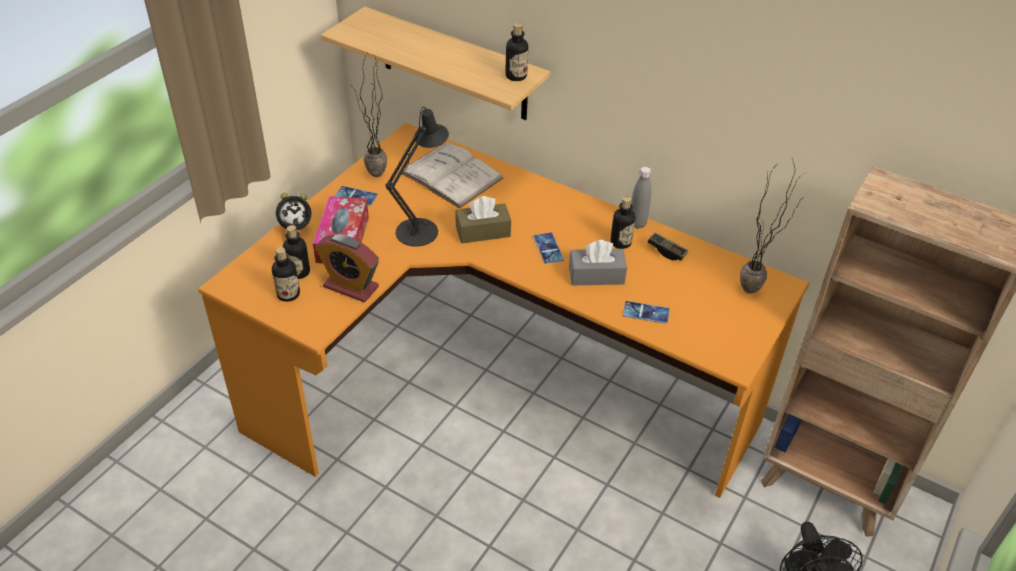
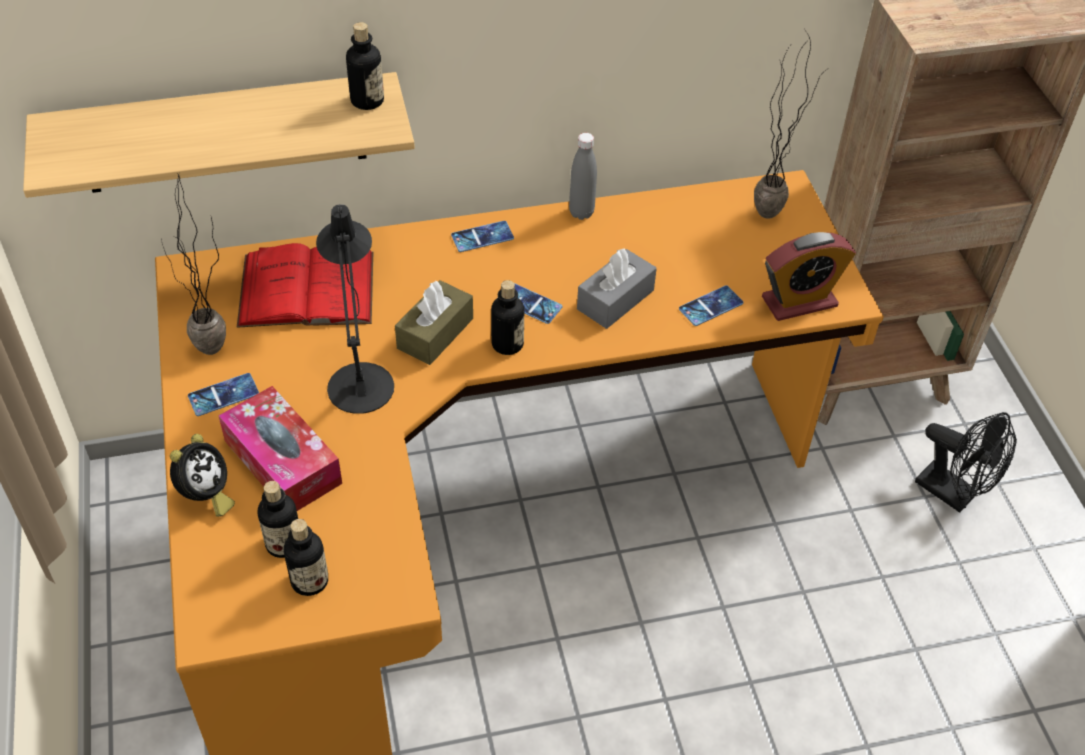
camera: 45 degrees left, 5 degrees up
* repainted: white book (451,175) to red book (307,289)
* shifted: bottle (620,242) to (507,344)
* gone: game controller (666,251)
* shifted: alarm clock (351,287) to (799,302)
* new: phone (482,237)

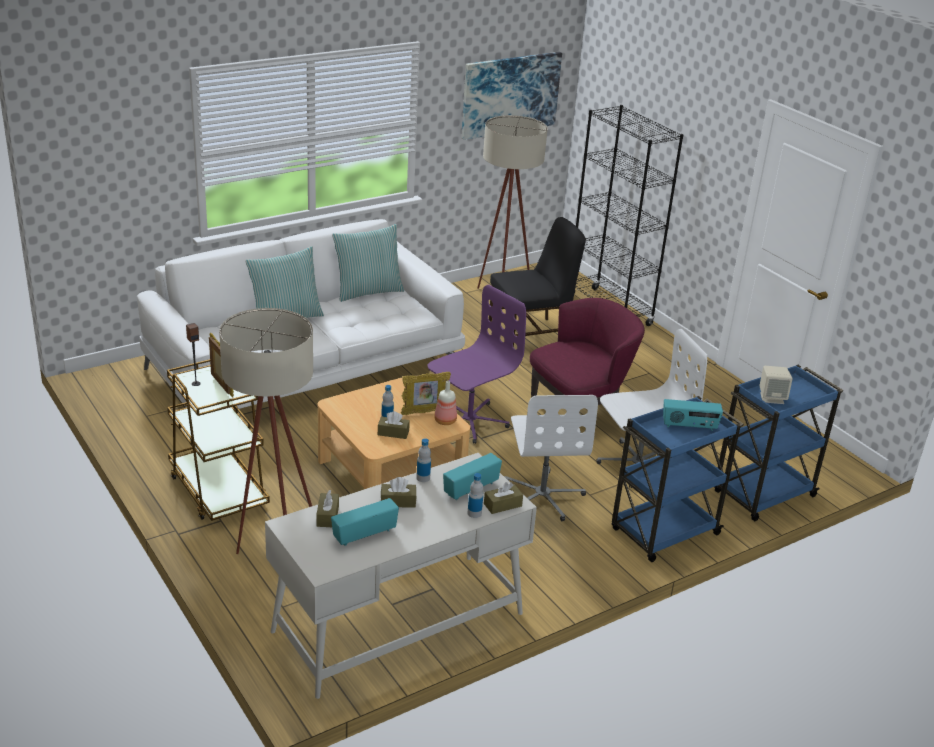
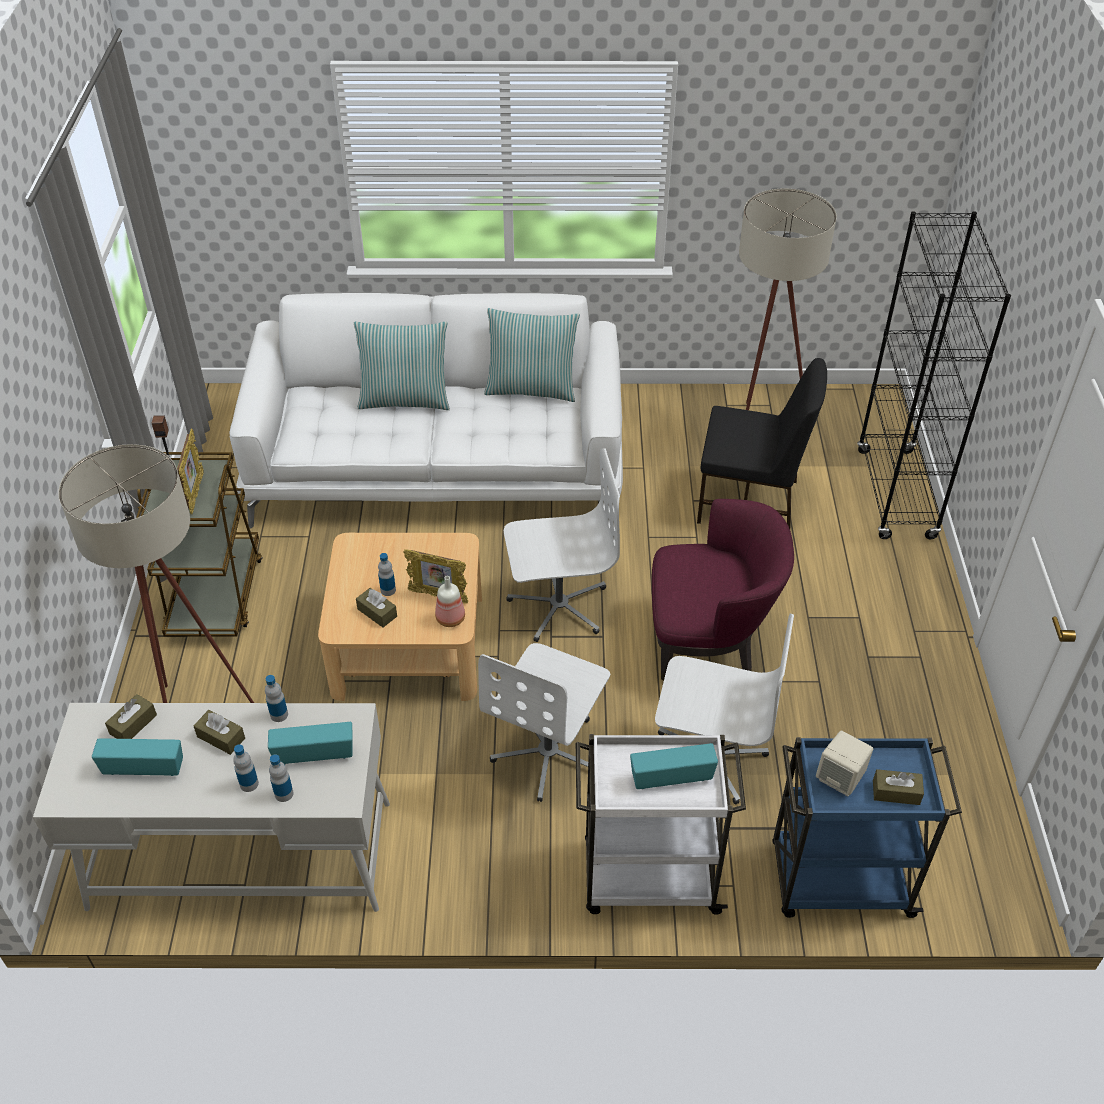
camera: 35 degrees right, 15 degrees up
* gone: picture (510,94)
* repainted: purple office chair (469,421) to white office chair (558,605)
* repainted: blue cart (663,533) to white cart (648,877)
* rotated: radio (689,426) = (671,778) 135 degrees clockwise
* shifted: brown tissue box (502,505) to (896,792)
* new: bottle (249,784)

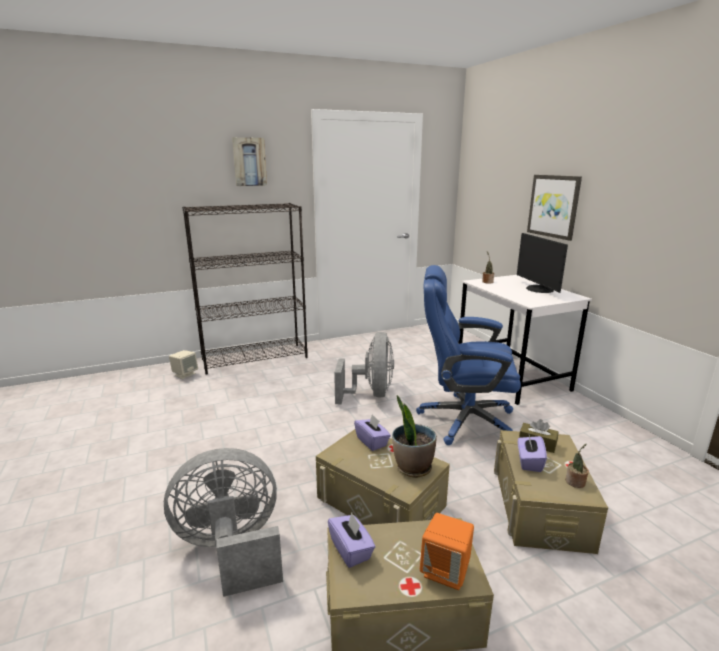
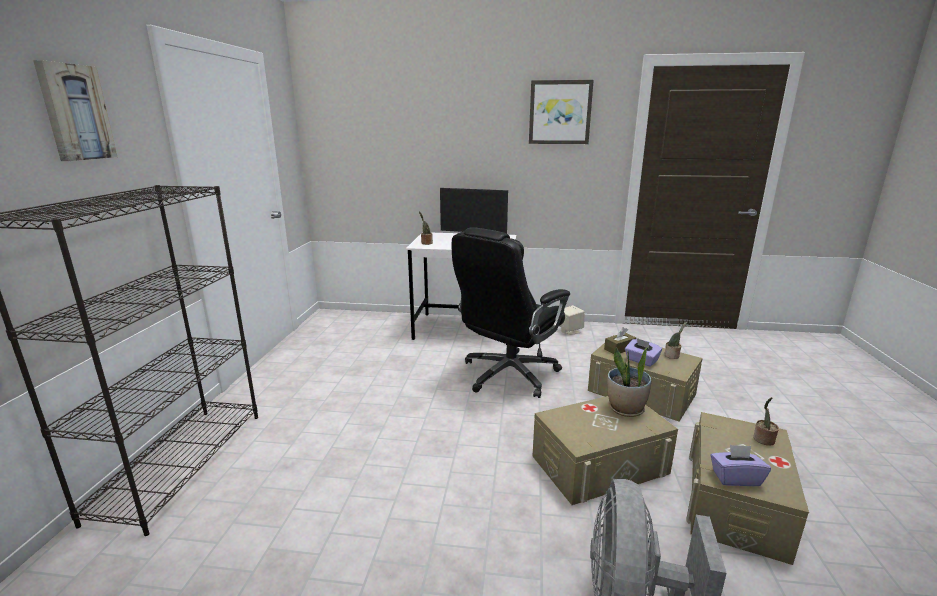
camera: 60 degrees left, 0 degrees up
* shifted: picture (553,206) to (560,112)
* repainted: blue office chair (464,420) to black office chair (508,375)
* gone: grey fan (371,394)
* shifted: beige speaker (185,374) to (569,331)
* gone: purple tissue box (372,442)
* swapped: orange speaker (446,571) to potted plant (763,440)

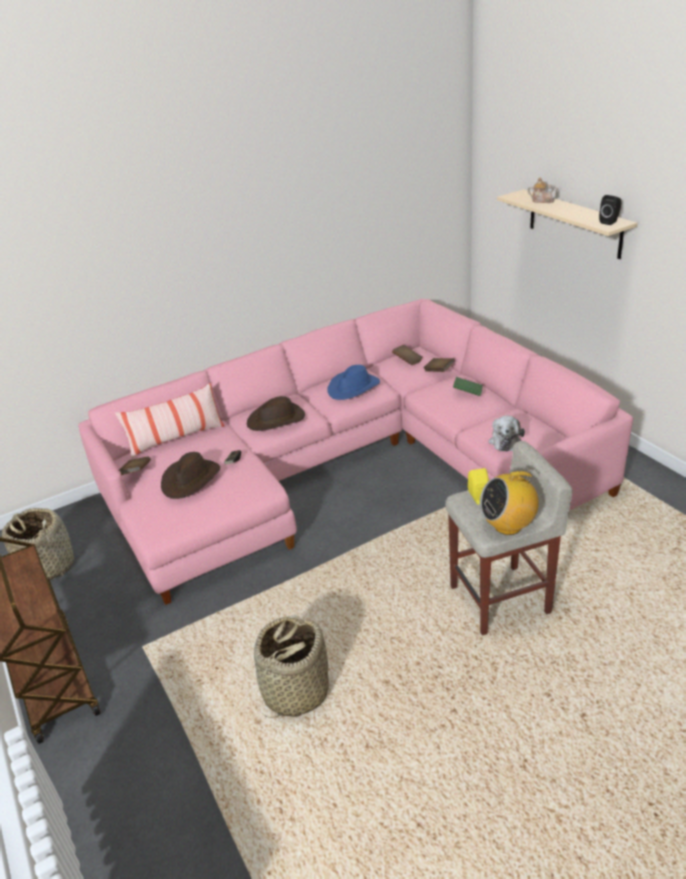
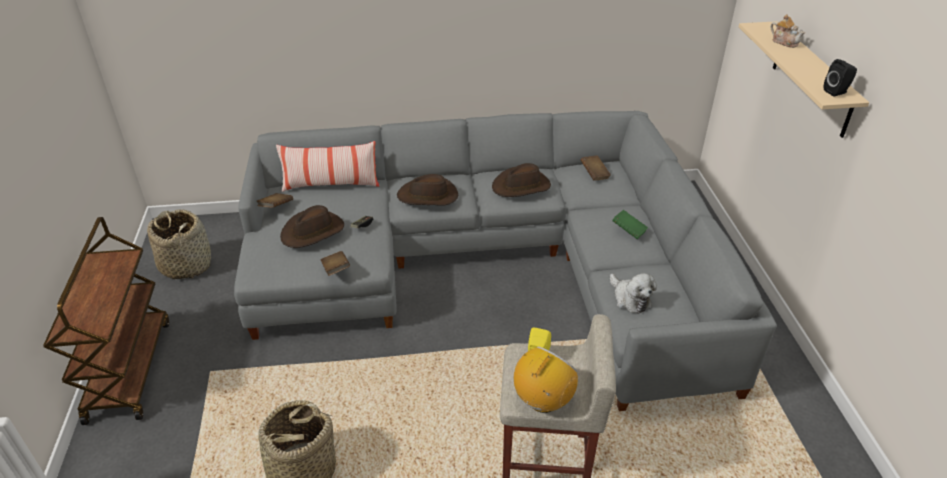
camera: 20 degrees right, 5 degrees up
* repainted: pink sofa (348,468) to grey sofa (492,264)
* shifted: brown book (439,371) to (336,270)
* repainted: blue hat (353,388) to brown hat (521,186)
* rotated: plush toy (505,440) = (630,299) 60 degrees counterclockwise
* rotated: radio (508,526) = (543,401) 120 degrees clockwise

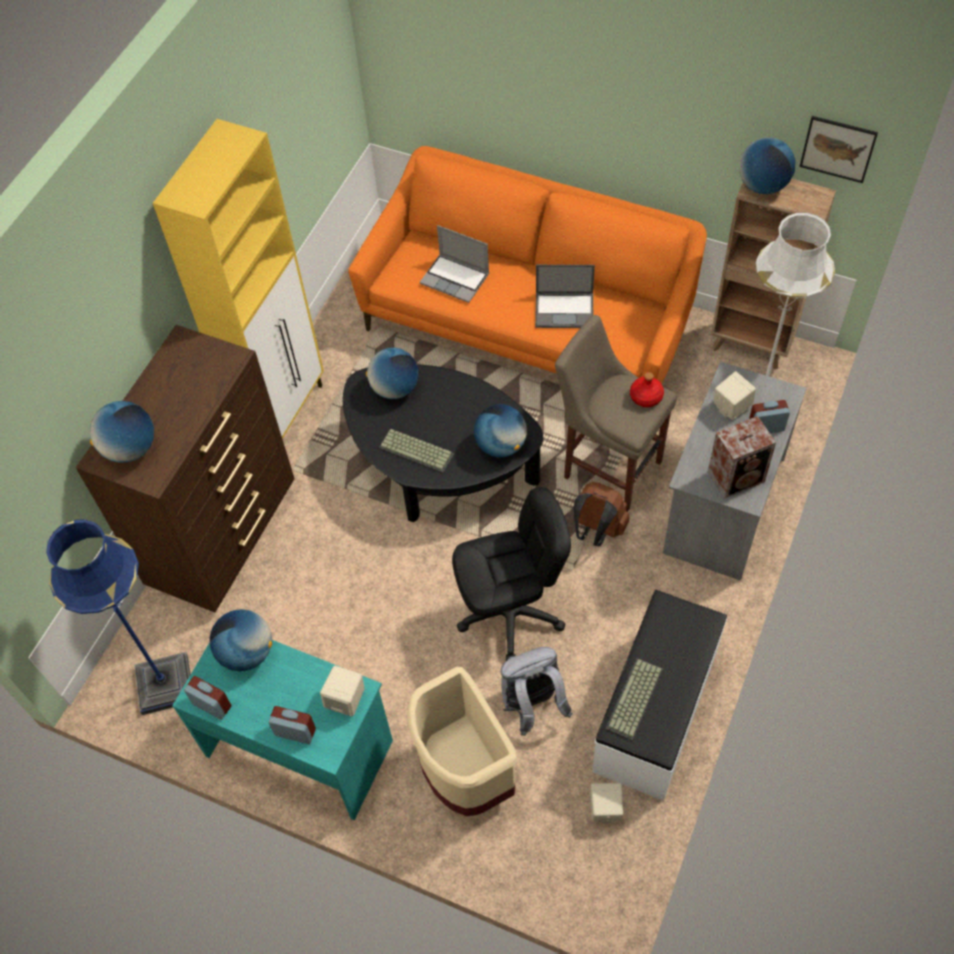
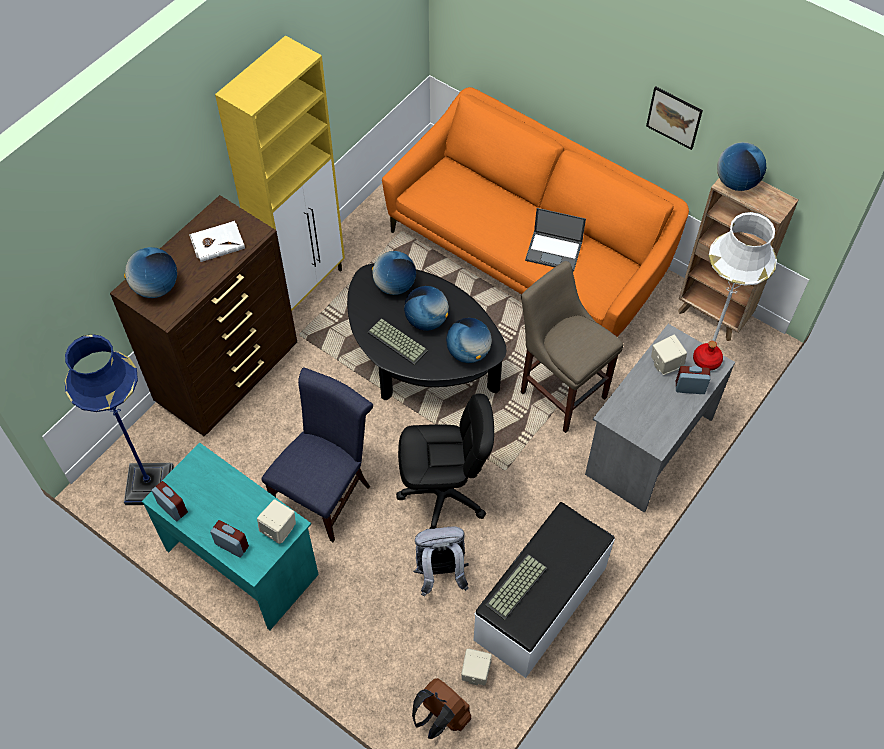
camera: 10 degrees right, 0 degrees up
* shifted: picture (838,148) to (674,117)
* gone: laptop (456,279)
* shifted: red bottle (646,397) to (707,361)
* gone: speaker (737,477)
* shifted: brown backpack (597,531) to (441,717)
* shifted: globe (246,652) to (426,321)
* gone: beige trash can (465,773)
* new: white book (217,242)
* new: blue chair (325,492)

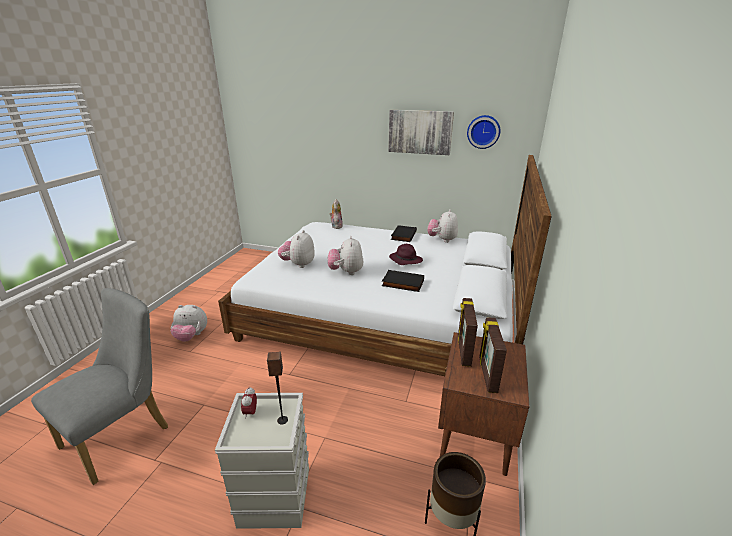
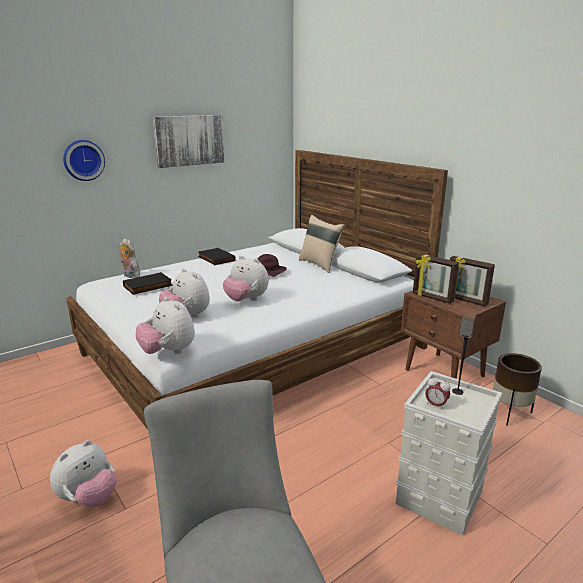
camera: 55 degrees left, 5 degrees down
* shifted: wall clock (483,131) to (83,160)
* shifted: plush toy (442,240) to (168,352)
* shifted: black book (402,283) to (148,286)
* new: beige pillow (320,264)

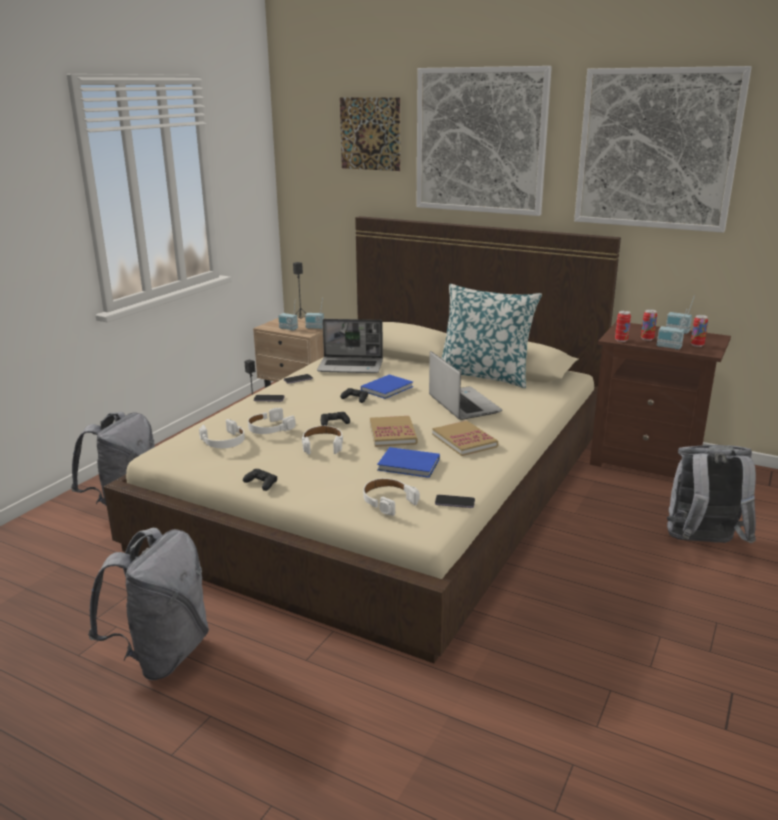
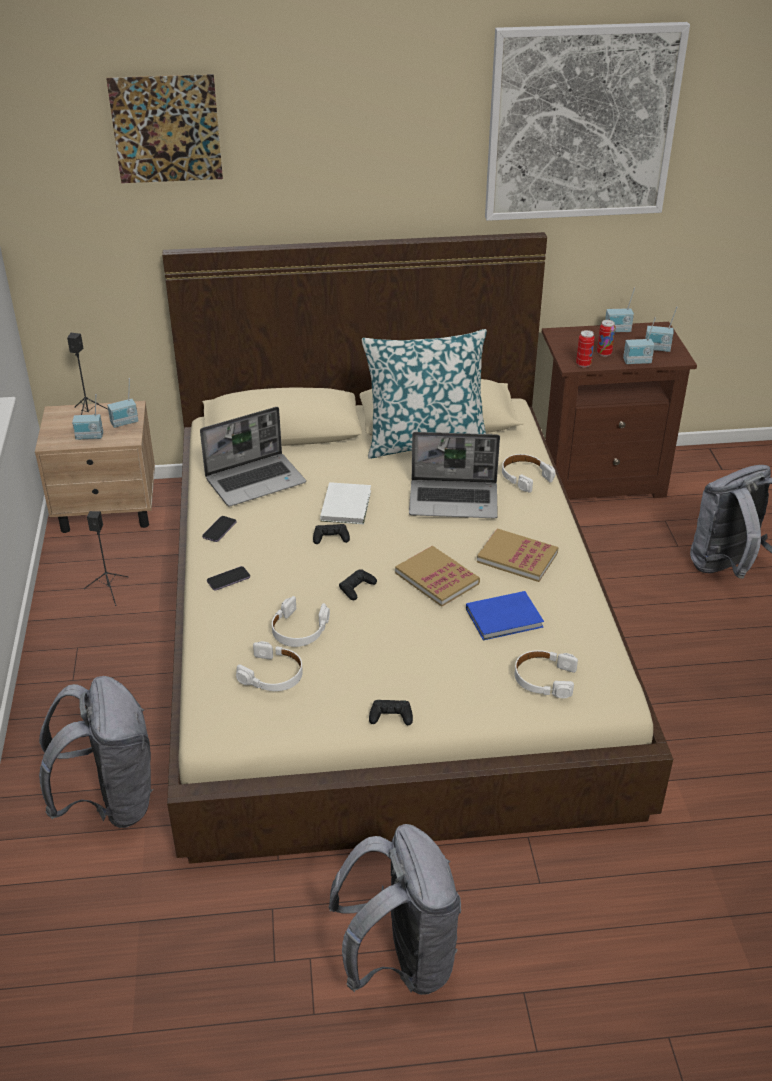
camera: 35 degrees left, 15 degrees up
* gone: picture (480,141)
* swapped: can (697,345) to radio (657,349)
* rotated: laptop (462,404) = (454,500) 150 degrees clockwise
* repainted: blue book (388,388) to white book (347,505)
* shifted: white headphones (322,445) to (525,477)
* gone: phone (454,502)

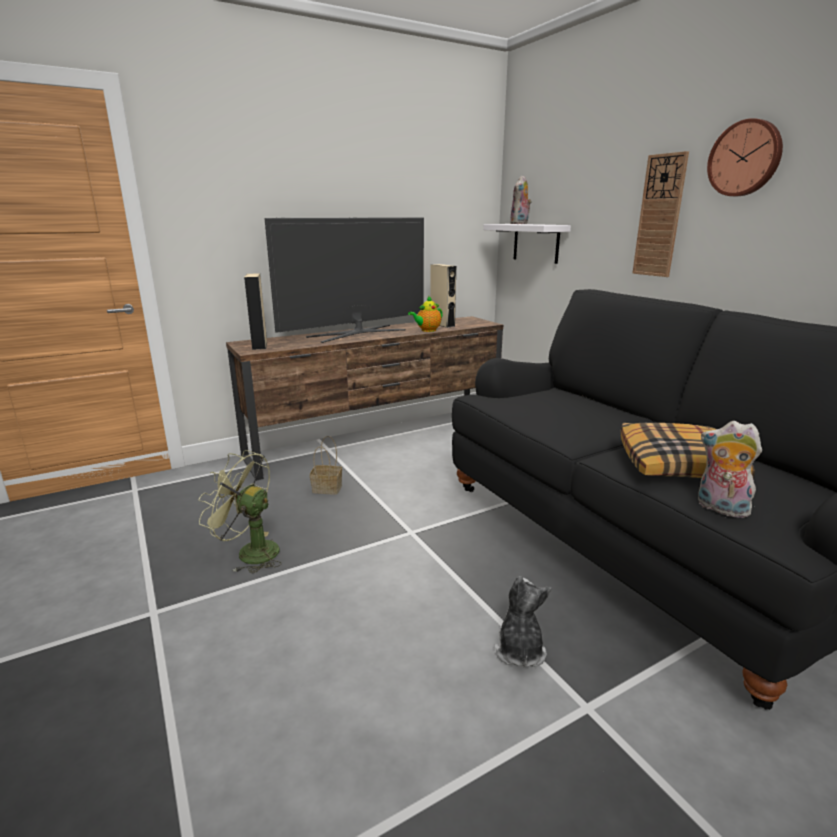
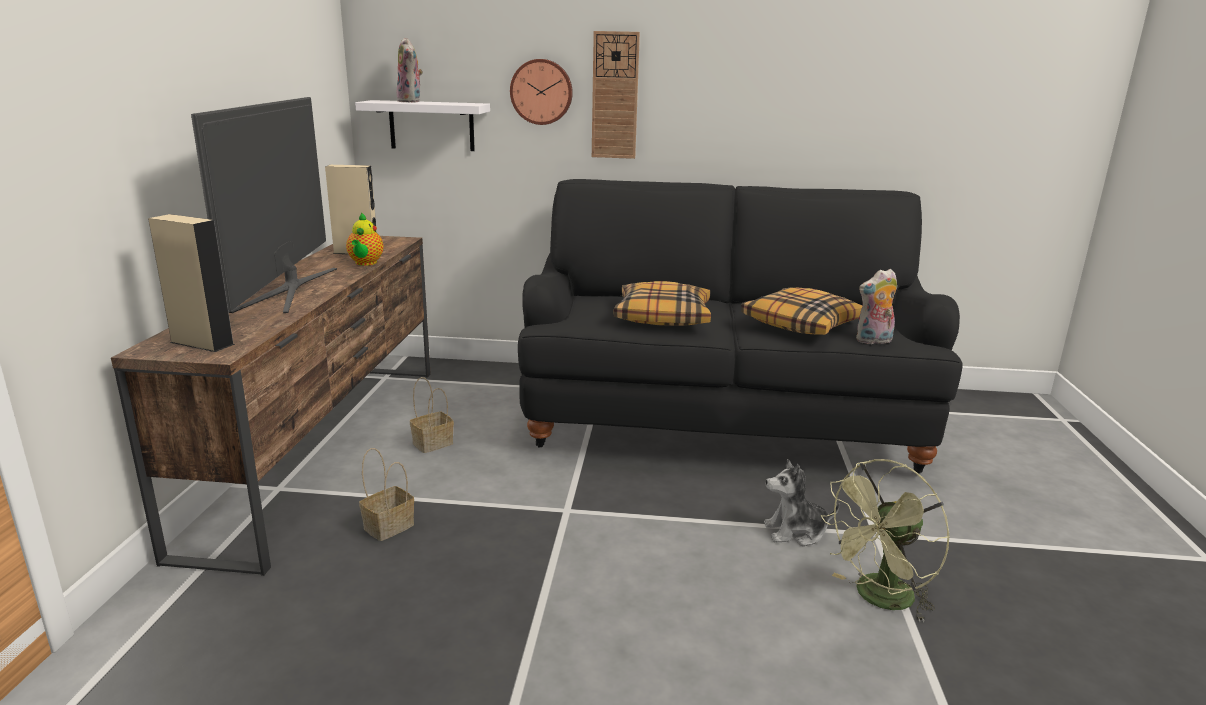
camera: 55 degrees left, 0 degrees up
* shifted: wall clock (745,158) to (541,92)
* shifted: green fan (250,552) to (878,599)
* rotated: plush toy (519,650) = (795,532) 45 degrees counterclockwise
* new: pillow (663,317)
* new: basket (433,443)

